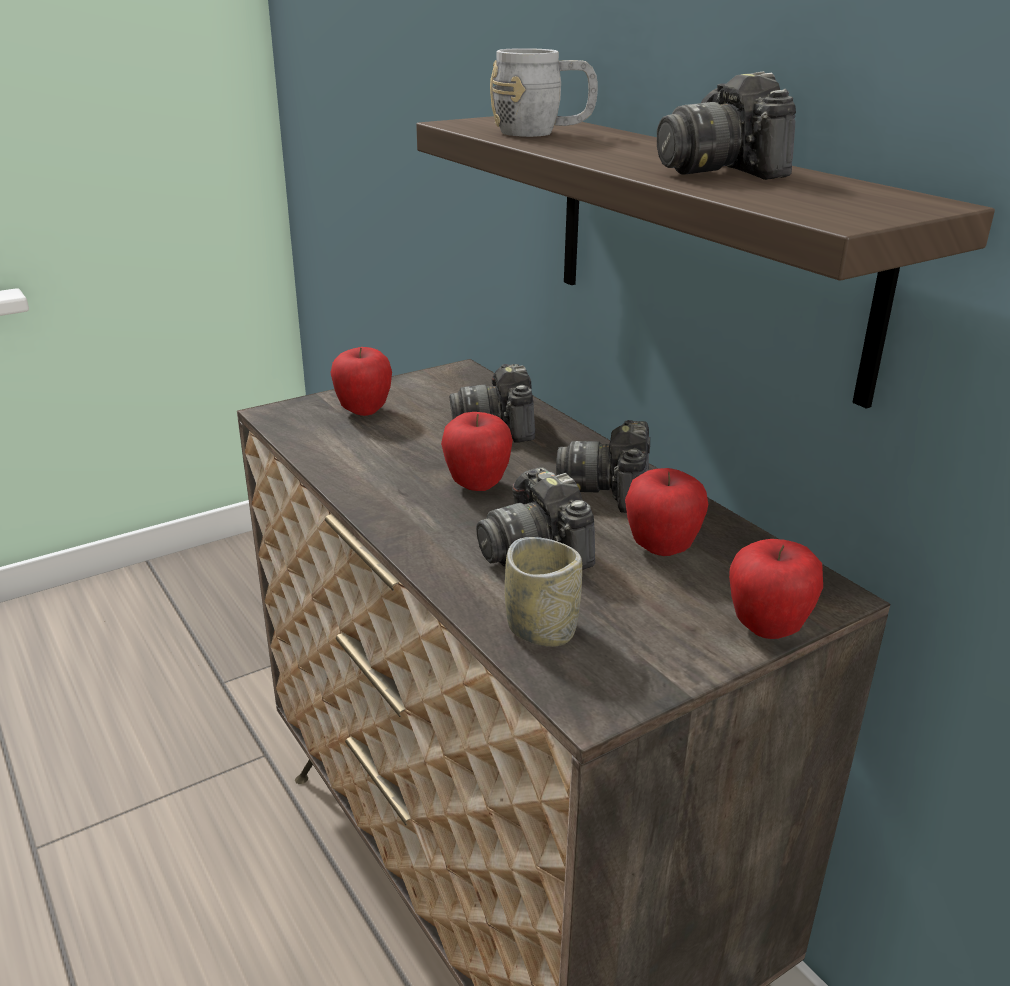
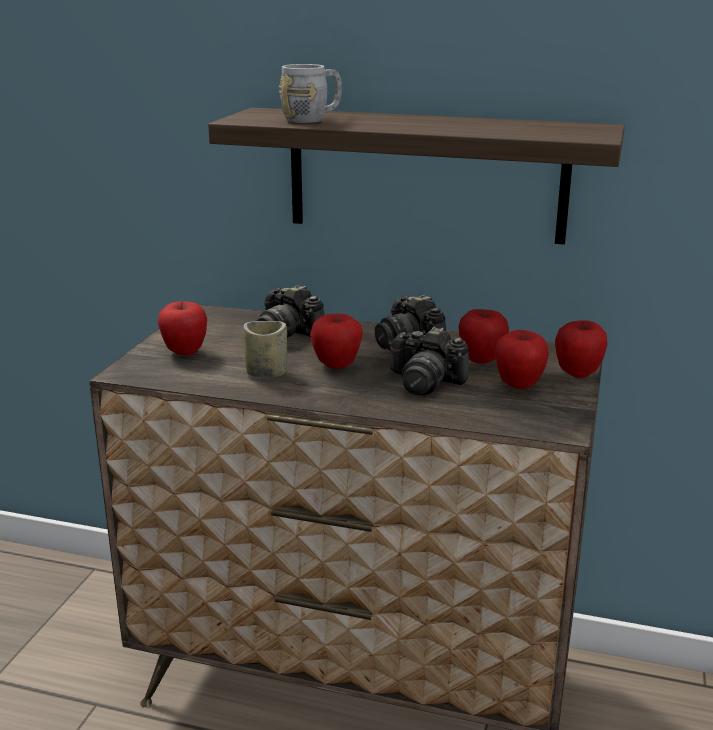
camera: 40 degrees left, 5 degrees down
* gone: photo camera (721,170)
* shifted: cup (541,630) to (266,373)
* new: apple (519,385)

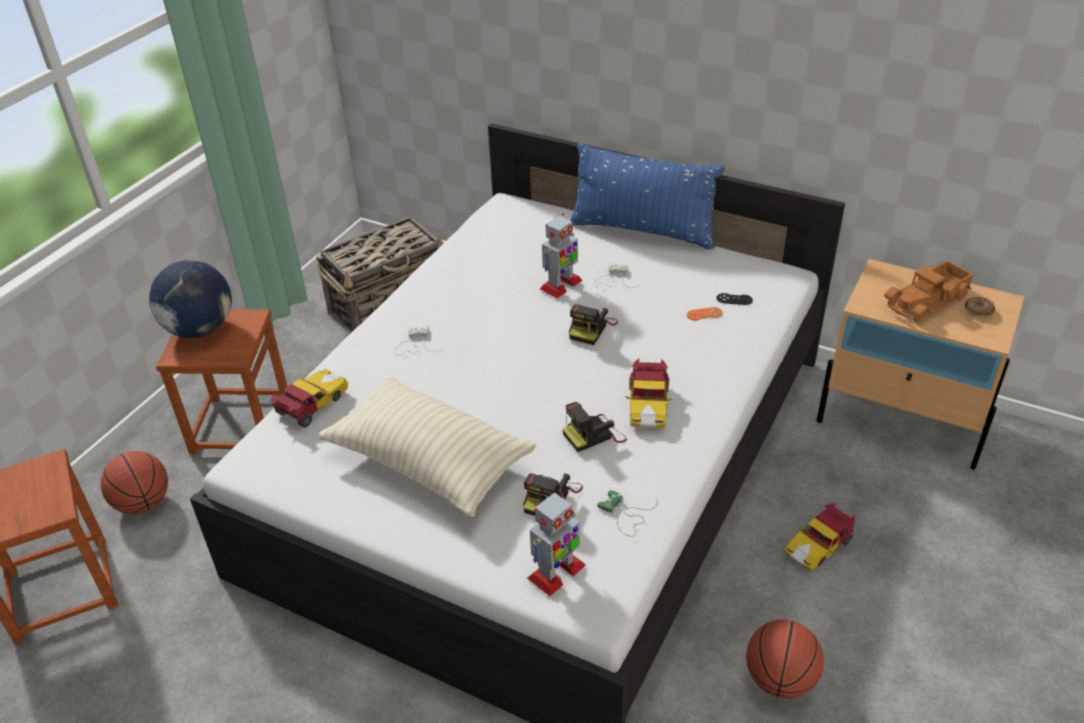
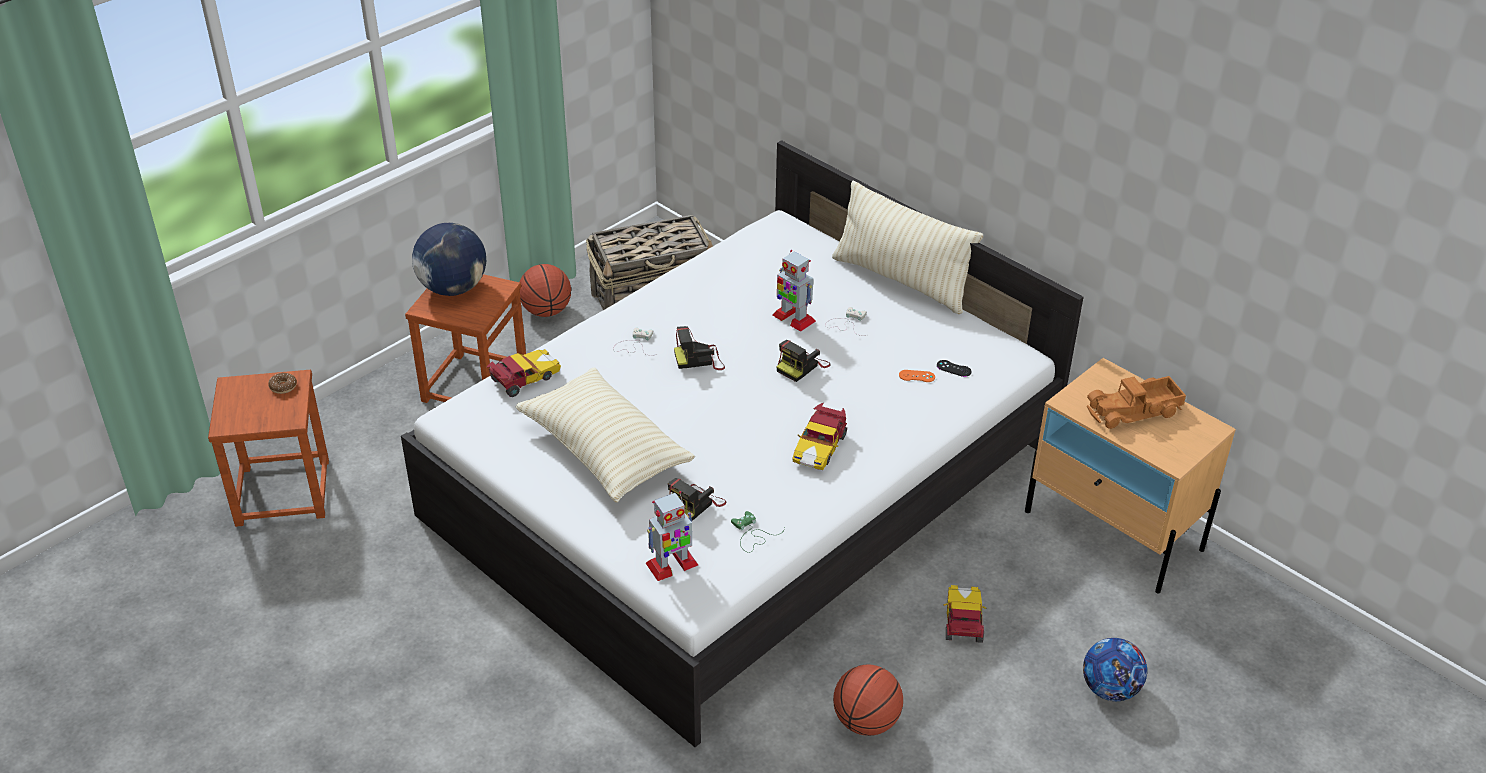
camera: 15 degrees right, 0 degrees up
* repainted: blue pillow (643,231) to beige pillow (901,280)
* rotated: toy robot (560,285) = (793,318) 75 degrees clockwise
* shifted: donut (978,311) to (283,386)
* shifted: photo camera (594,435) to (700,359)
* shifted: basketball (143,503) to (546,311)
* rotated: toy car (819,545) = (963,622) 120 degrees clockwise
* new: football (1110,689)

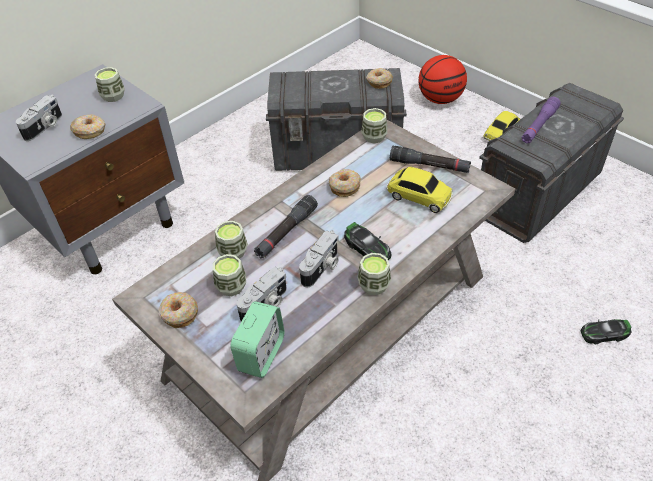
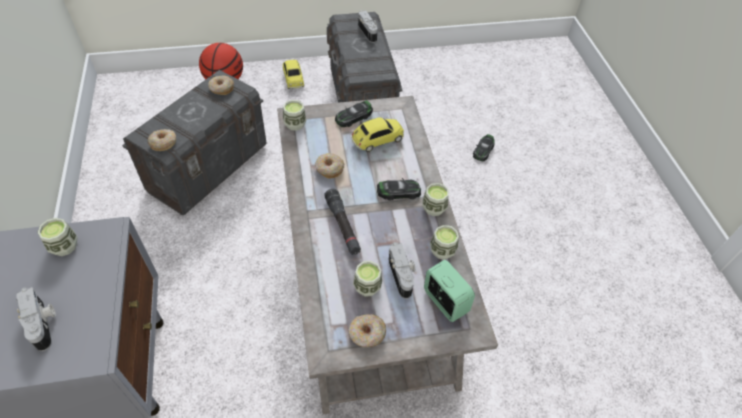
camera: 60 degrees left, 5 degrees up
* gone: purple flashlight (539,125)
* shifted: donut (90,131) to (163,143)
* swapped: black flashlight (429,166) to toy car (354,117)
* shifted: cup (233,252) to (442,250)
* shifted: photo camera (322,268) to (369,32)

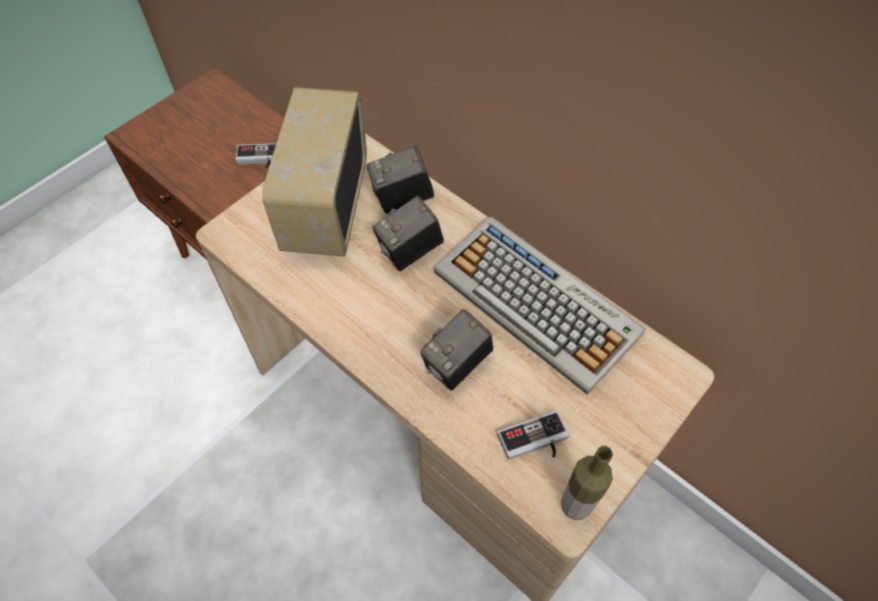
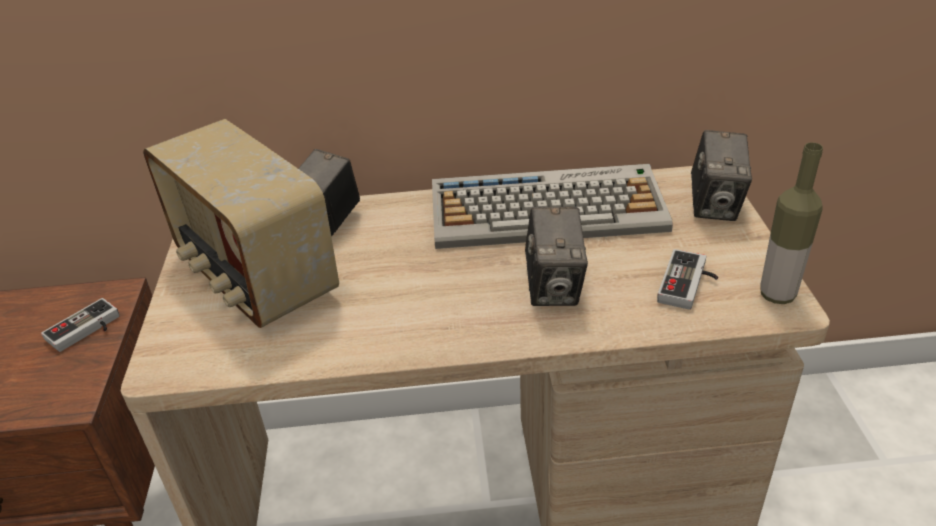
camera: 45 degrees left, 20 degrees down
* shifted: photo camera (410,252) to (715,206)

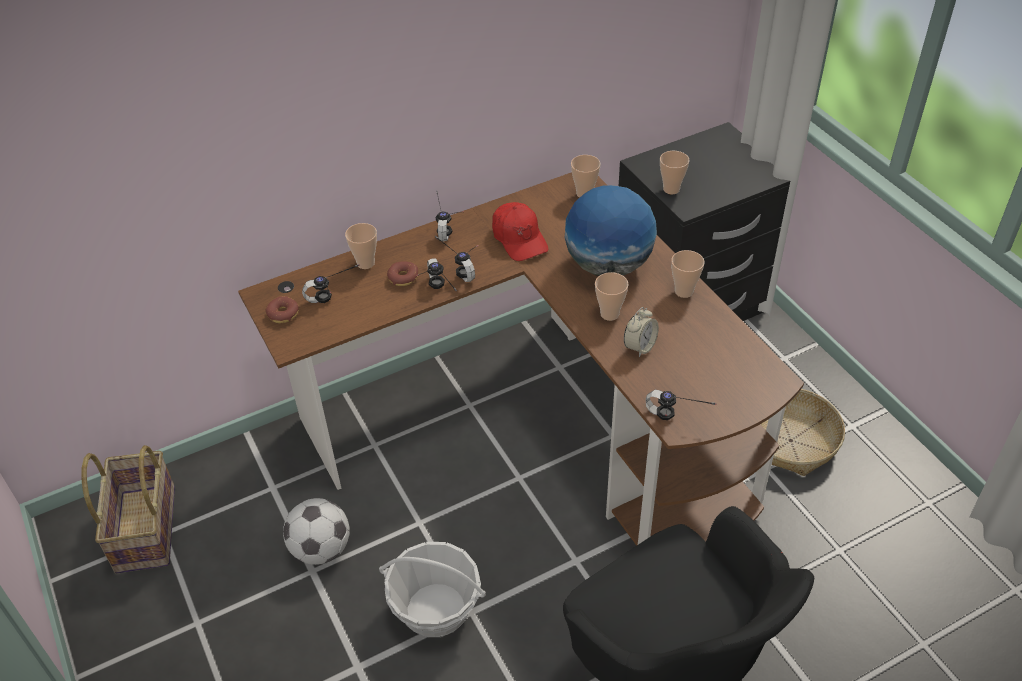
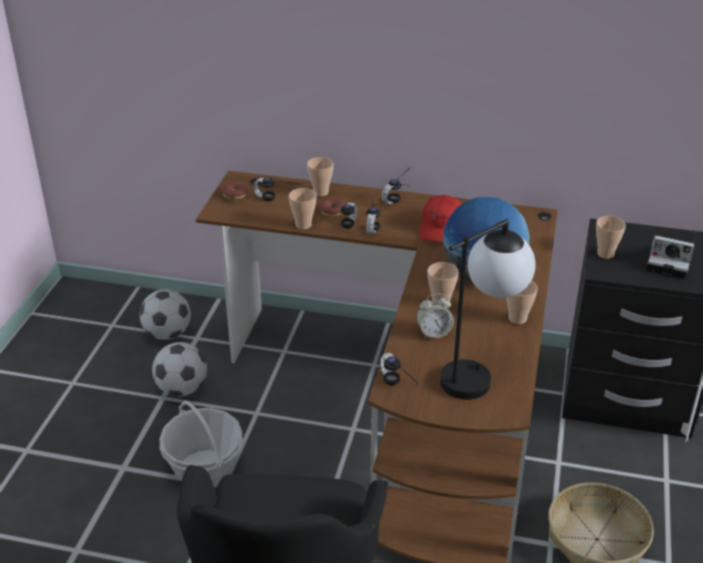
camera: 40 degrees right, 10 degrees down
* shifted: cup (584,193) to (303,225)
* gone: basket (144,528)
* new: table lamp (480,373)
* new: photo camera (672,262)
* new: football (167,334)

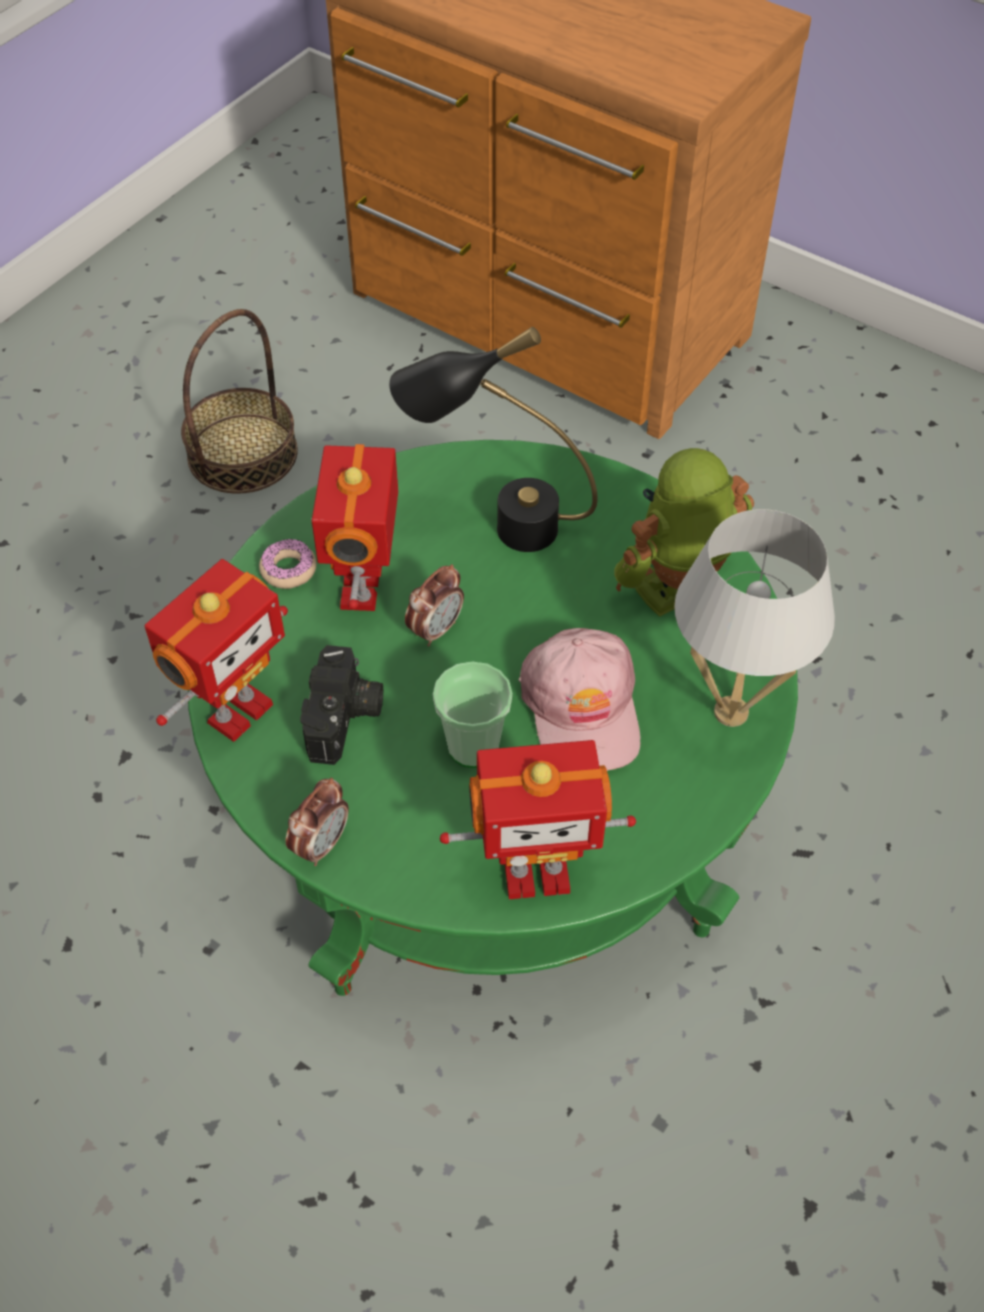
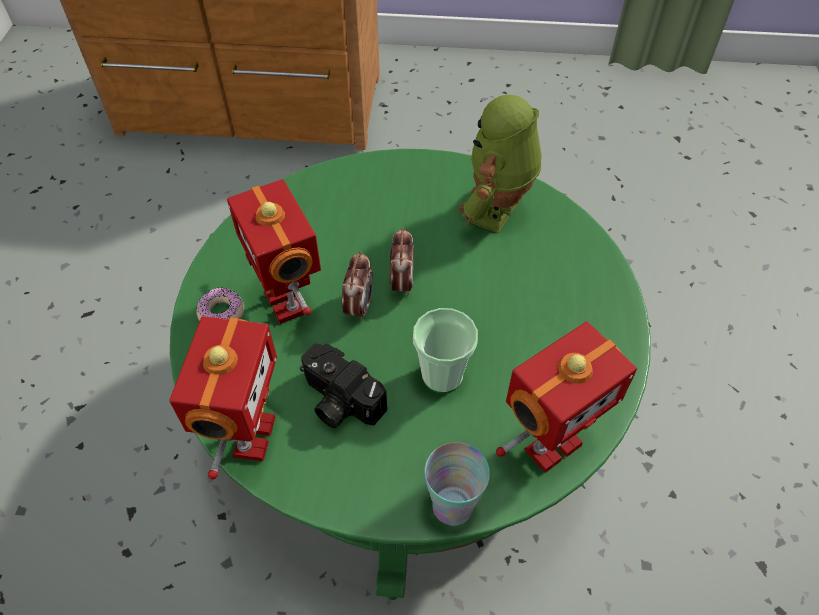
camera: 30 degrees left, 0 degrees up
* gone: basket (242,453)
* gone: black table lamp (496,526)
* gone: white table lamp (730,713)
* gone: pink cap (582,709)
* rotated: photo camera (345,719) = (338,401) 150 degrees clockwise
* shifted: alarm clock (321,844) to (402,283)
* new: cup (452,506)

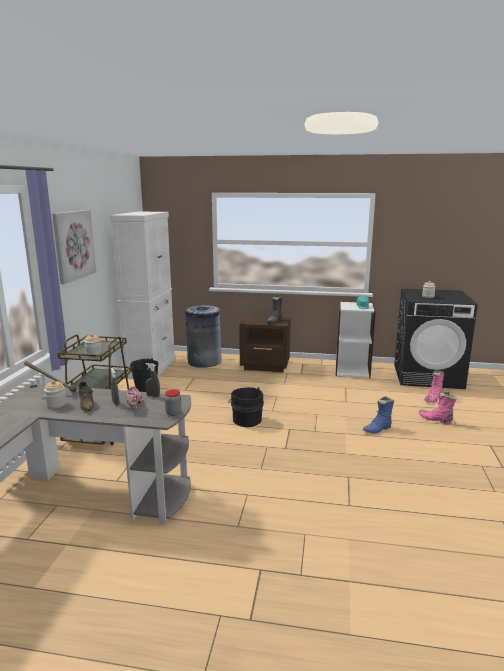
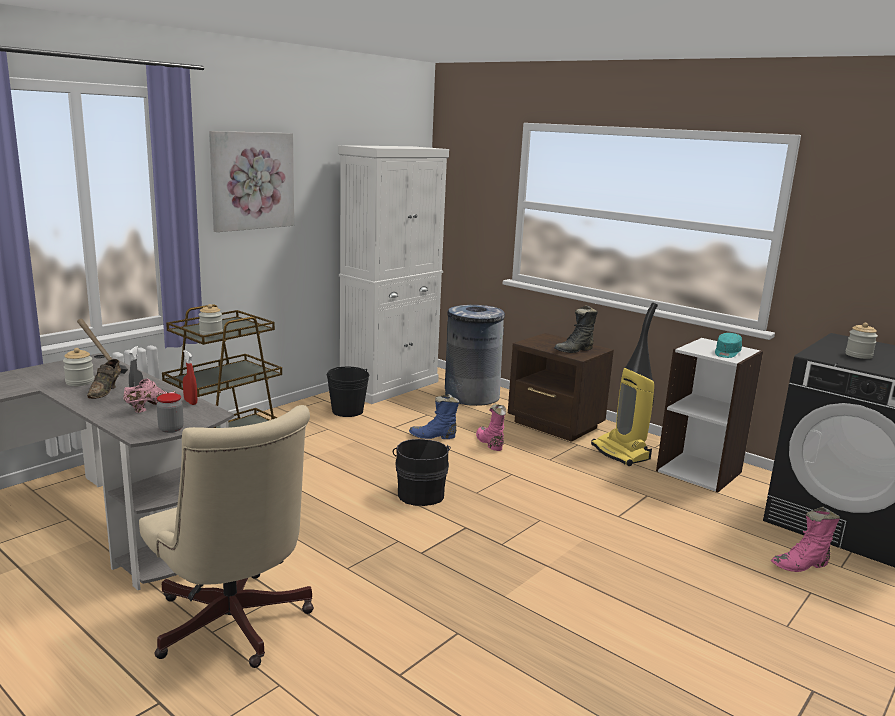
camera: 30 degrees right, 0 degrees up
* repainted: grey spray bottle (153,396) to red spray bottle (190,402)
* shifted: pink boot (435,420) to (489,443)
* shifted: blue boot (378,429) to (433,436)
* new: vacuum cleaner (621,453)
* new: beige office chair (233,628)

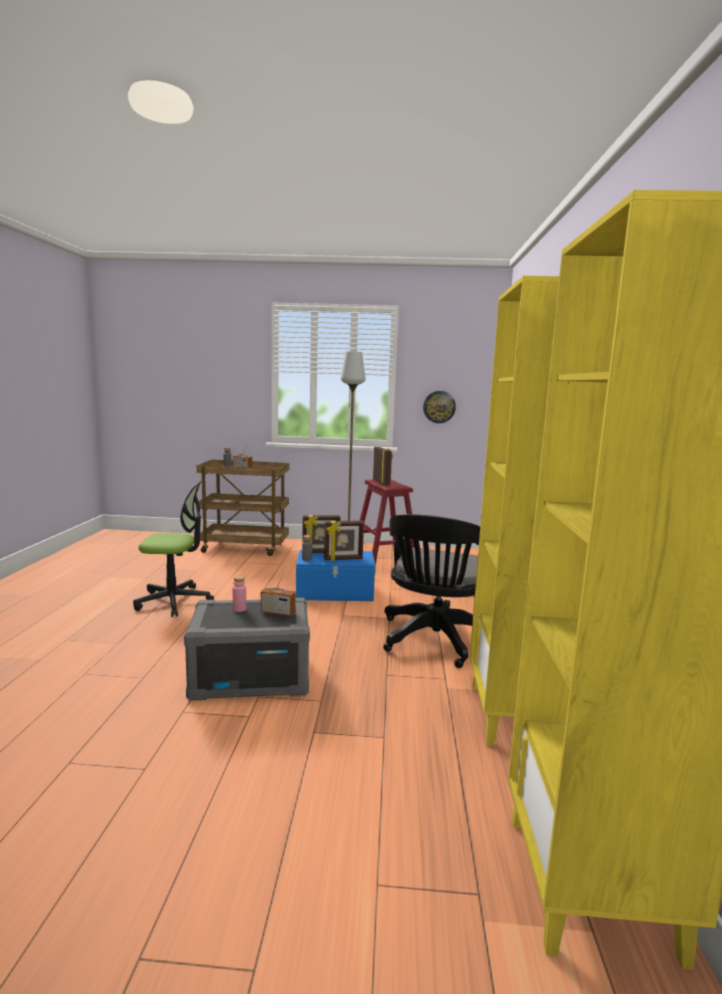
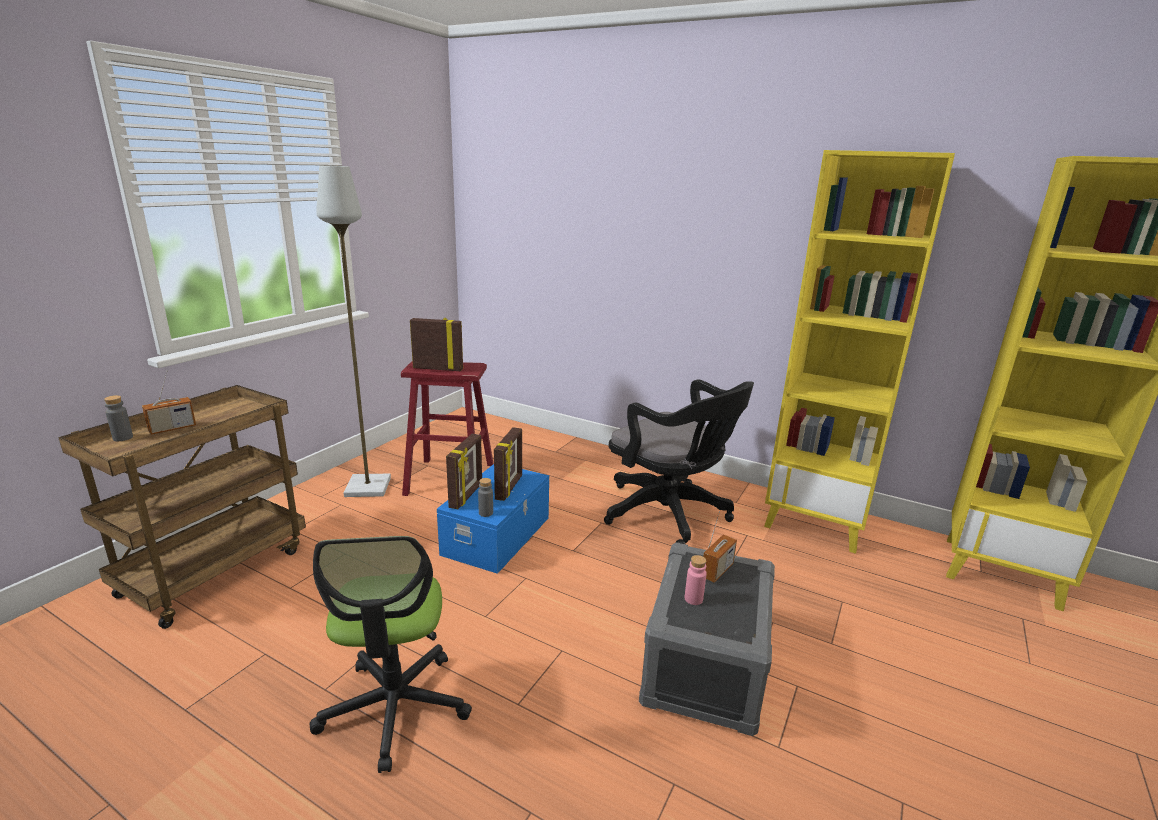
camera: 65 degrees left, 10 degrees up
* gone: wall clock (439,407)
* rotated: office chair (174,601) = (395,707) 150 degrees clockwise

